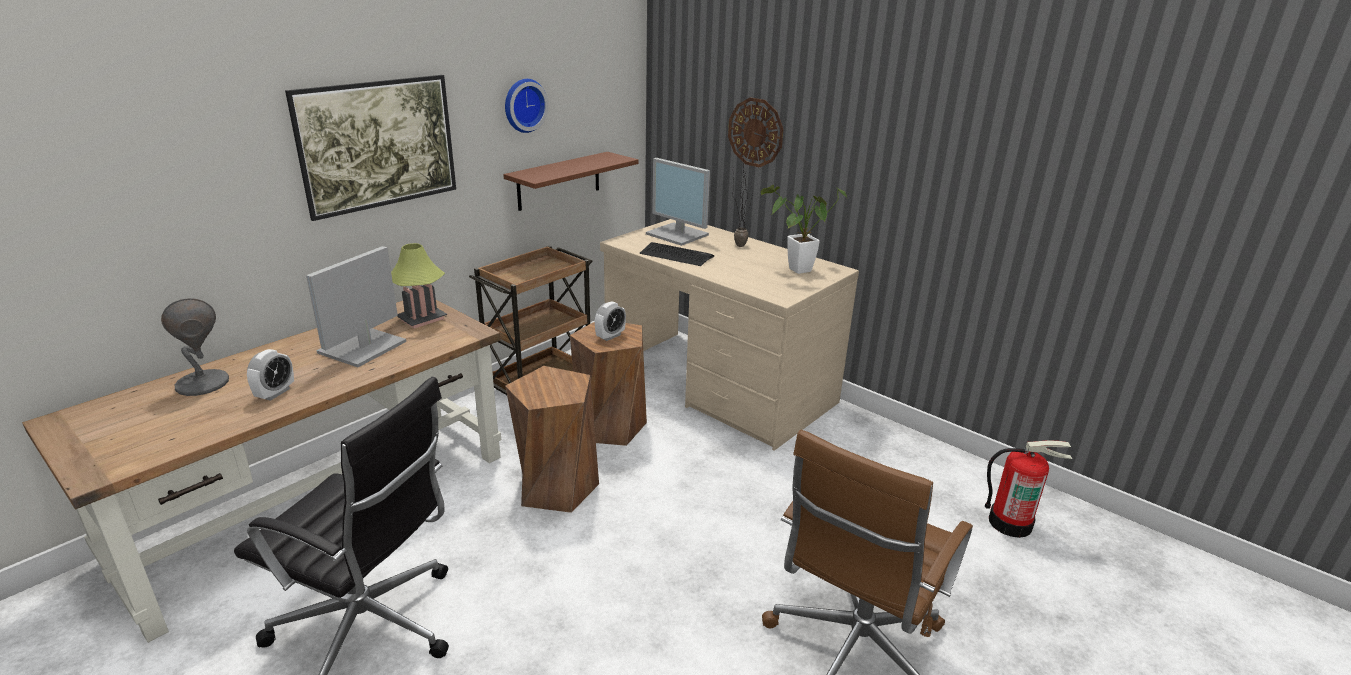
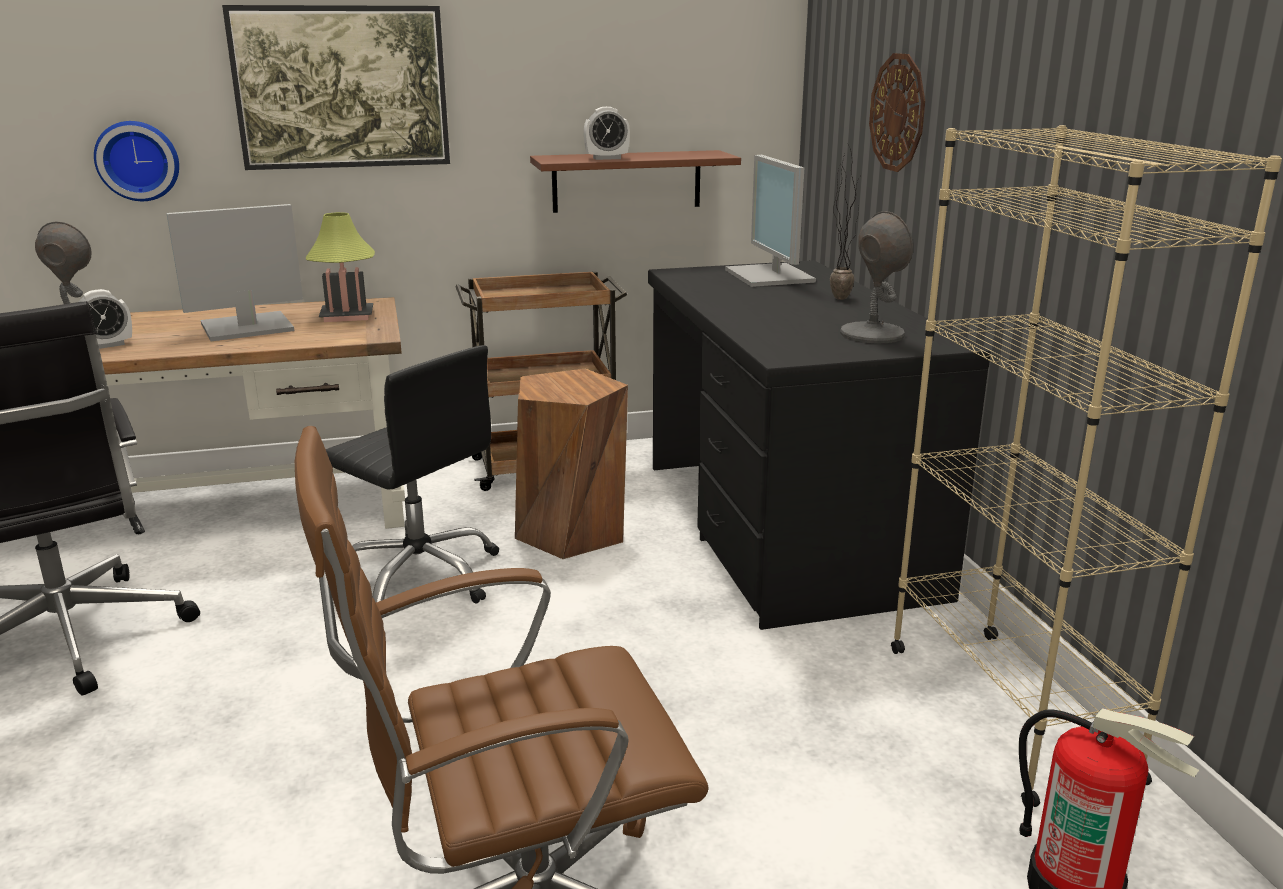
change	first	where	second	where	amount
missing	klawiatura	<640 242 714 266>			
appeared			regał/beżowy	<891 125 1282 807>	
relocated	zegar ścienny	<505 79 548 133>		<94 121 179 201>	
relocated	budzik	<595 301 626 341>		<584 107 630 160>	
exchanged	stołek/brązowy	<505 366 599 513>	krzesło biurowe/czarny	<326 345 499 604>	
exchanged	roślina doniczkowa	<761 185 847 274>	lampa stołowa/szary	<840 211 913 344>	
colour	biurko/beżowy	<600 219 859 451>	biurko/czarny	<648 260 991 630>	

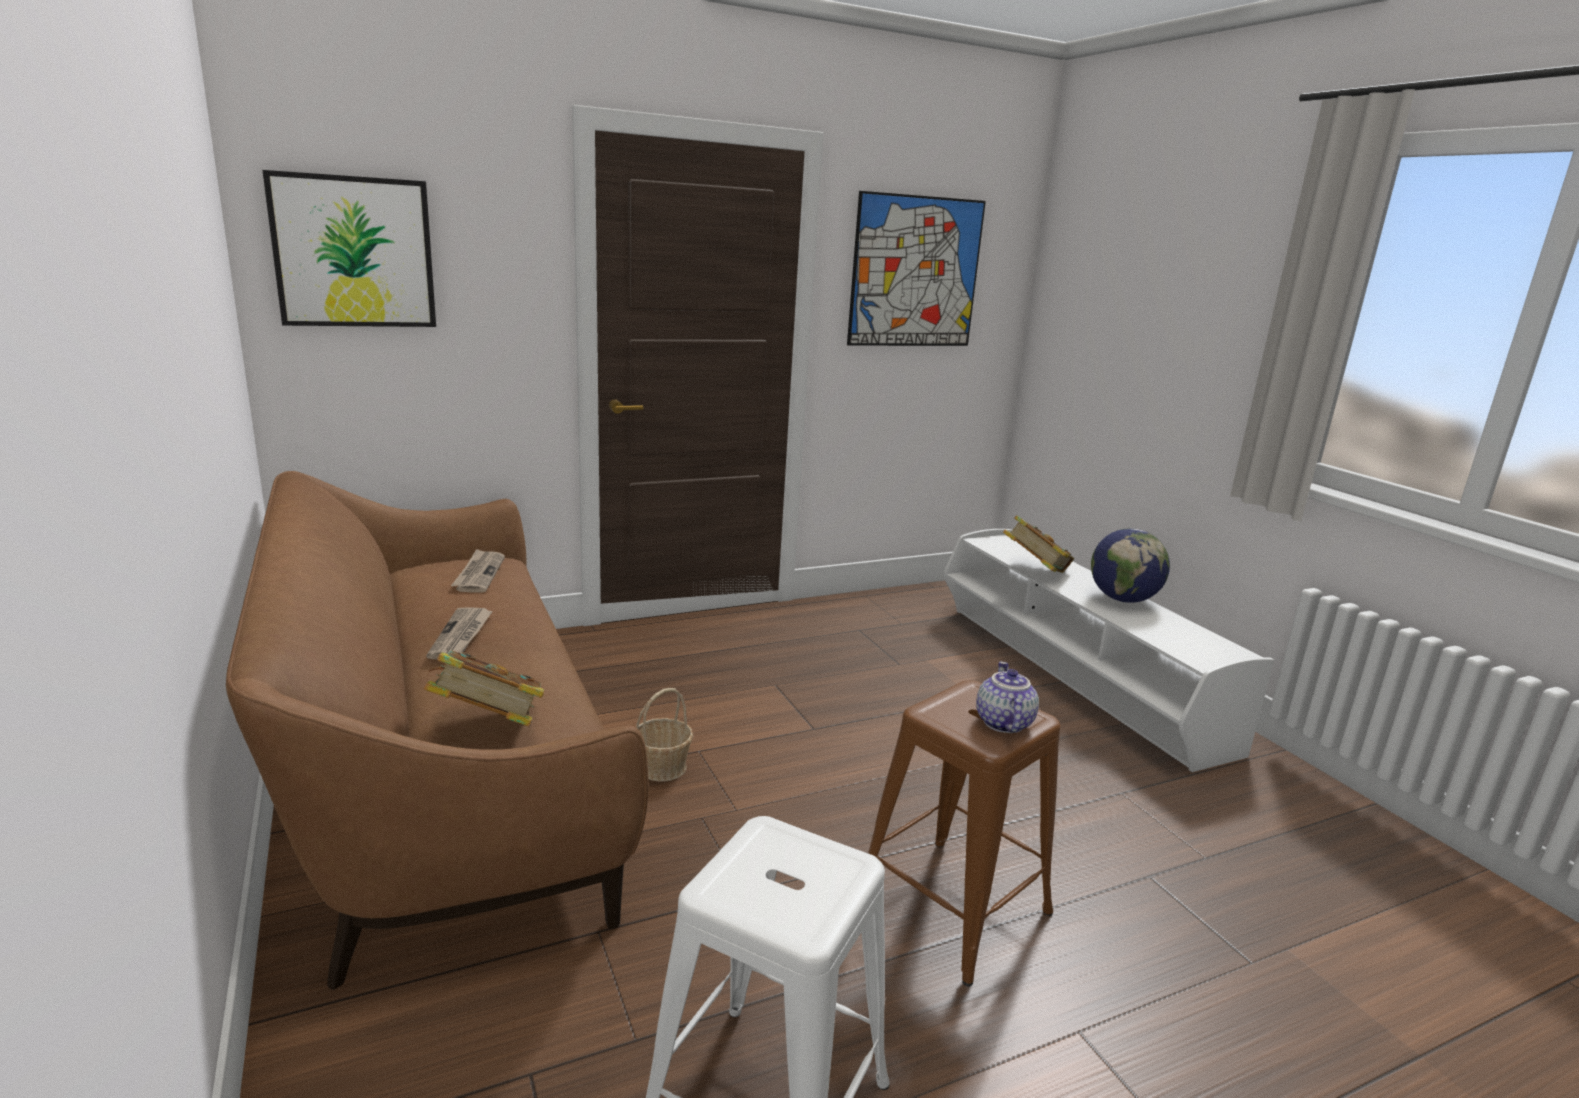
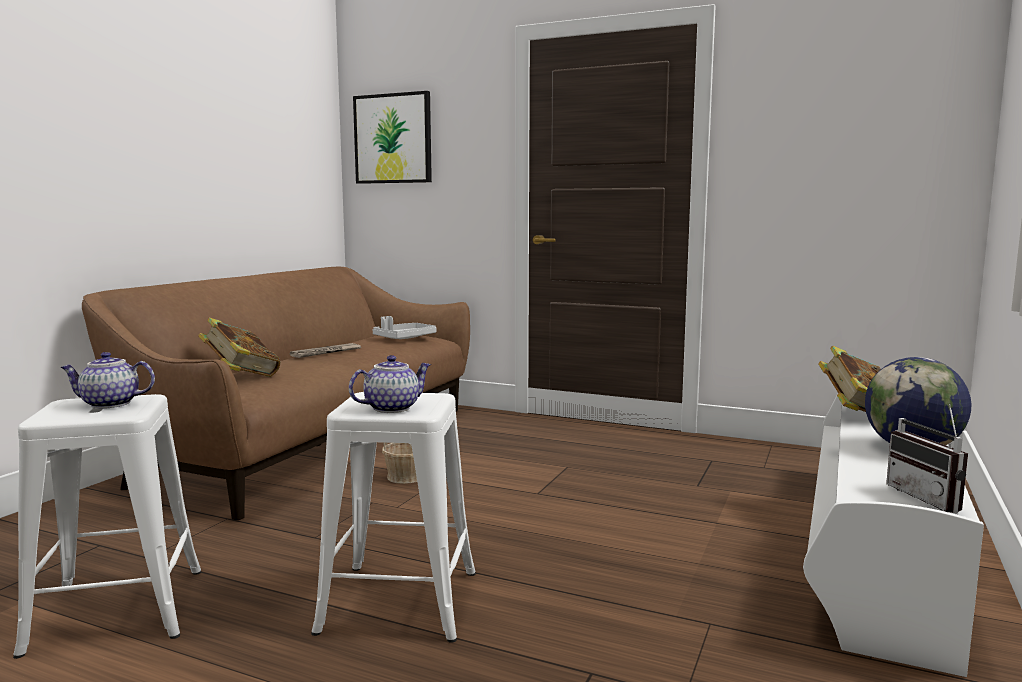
change	first	where	second	where	amount
missing	obraz	<847 191 986 346>			
appeared			imbryk	<60 352 155 409>	
appeared			radio	<886 404 968 513>	
exchanged	gazeta	<451 549 505 593>	taca/szary	<372 316 437 339>	
colour	stołek/brązowy	<868 680 1061 987>	stołek/biały	<311 392 476 643>	

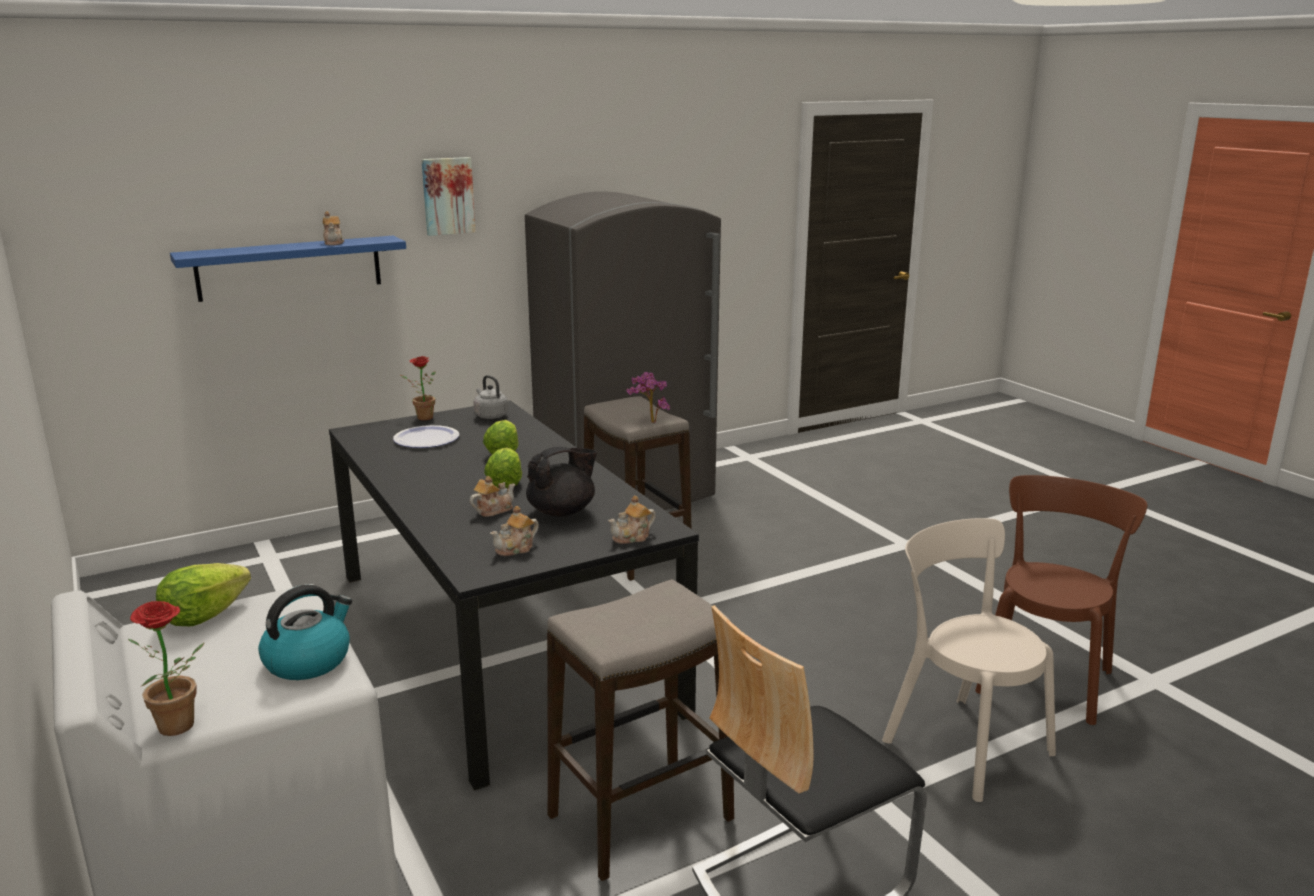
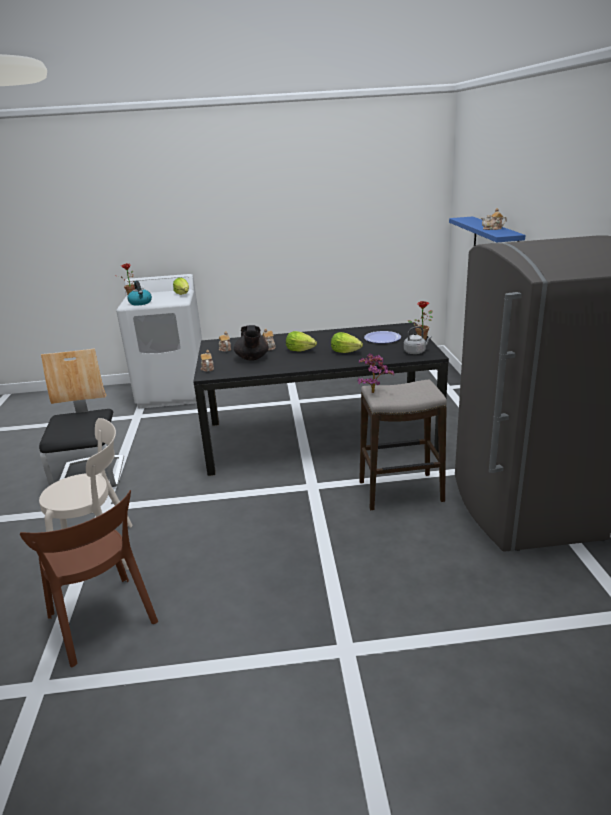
change	first	where	second	where	amount
missing	obraz	<421 157 476 236>			
missing	stołek	<547 579 734 881>			

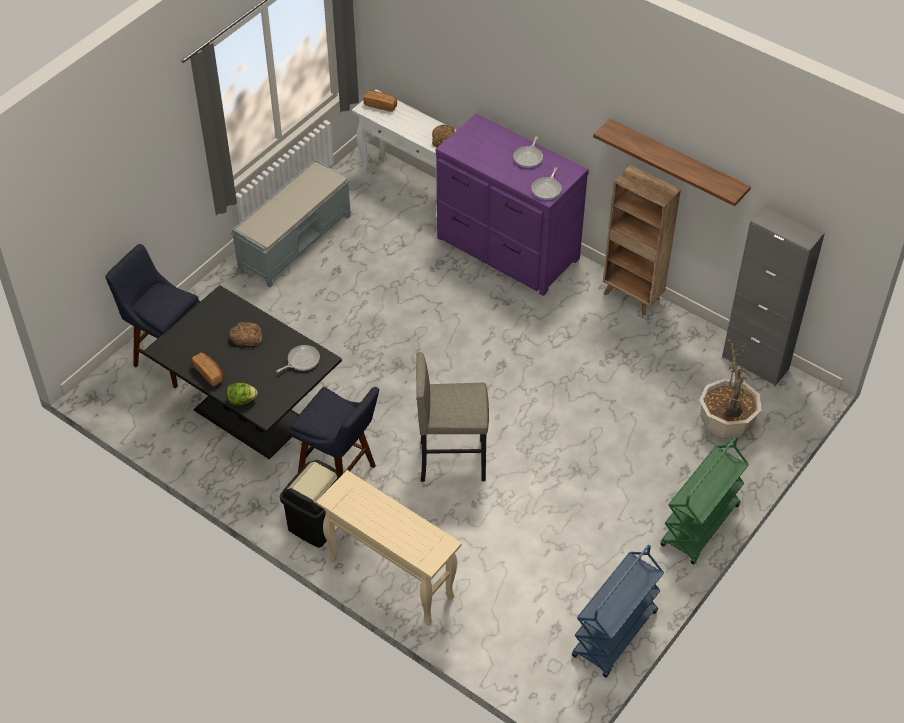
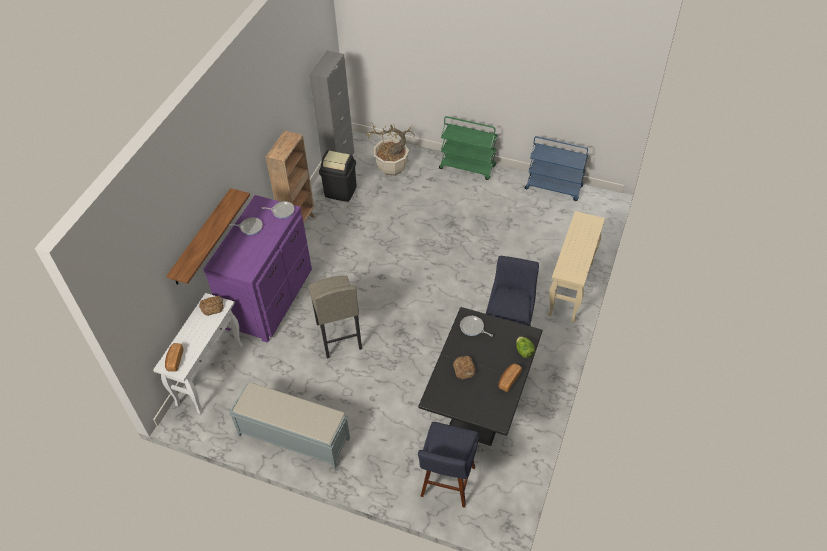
change	first	where	second	where	amount
relocated	kosz na śmieci/czarny	<280 460 340 548>		<319 150 357 202>	
relocated	stołek/szary	<416 352 489 482>		<308 276 362 359>	
relocated	półka	<593 119 751 206>		<167 188 250 285>	

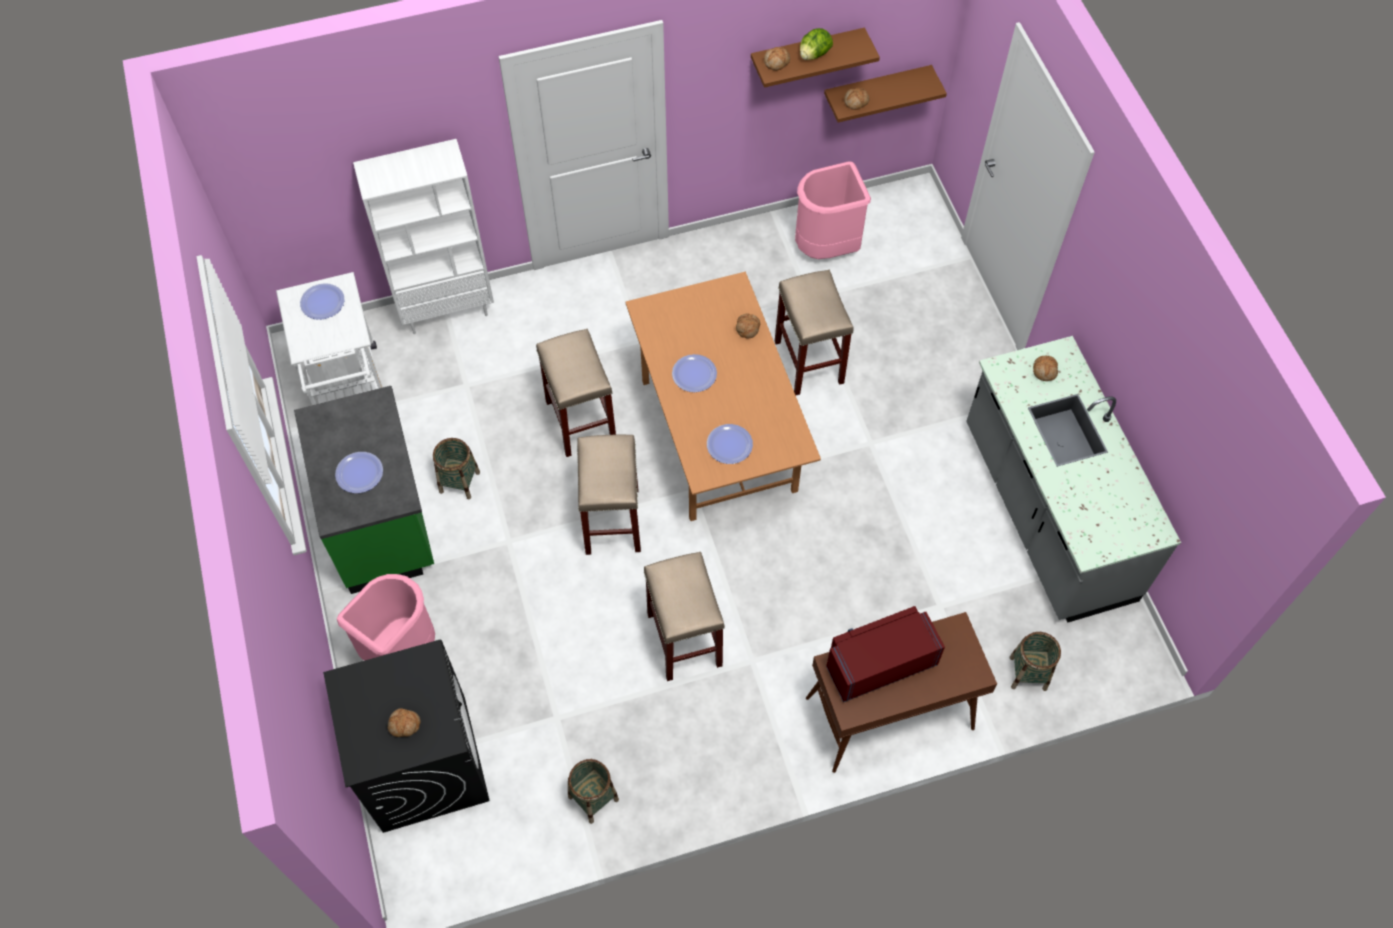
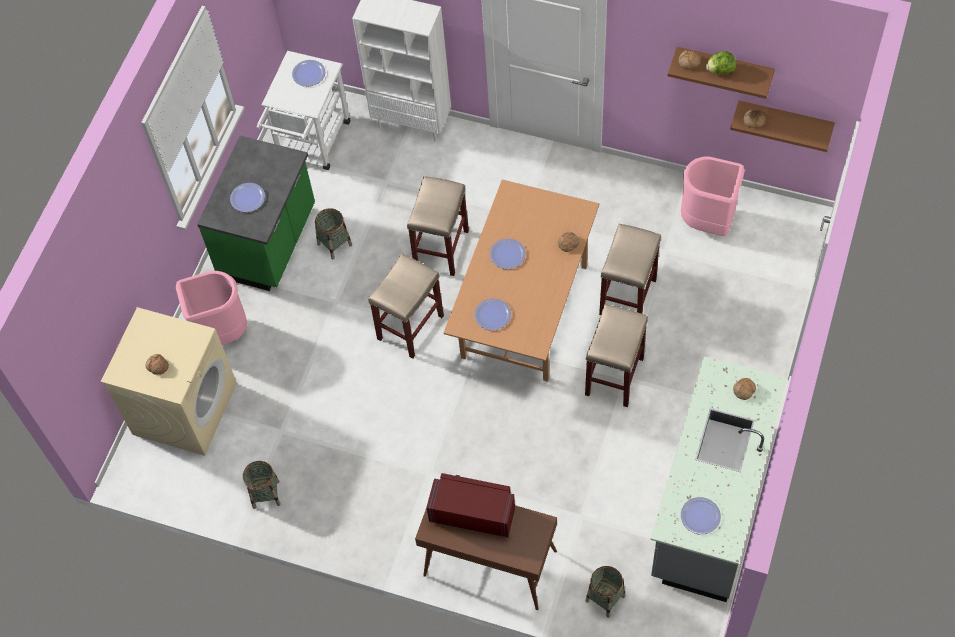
change	first	where	second	where	amount
appeared			talerz	<681 497 721 535>	
relocated	stołek/beżowy	<644 552 725 681>		<585 304 648 407>	
colour	pralka/czarny	<323 640 490 833>	pralka/beżowy	<101 307 237 456>	

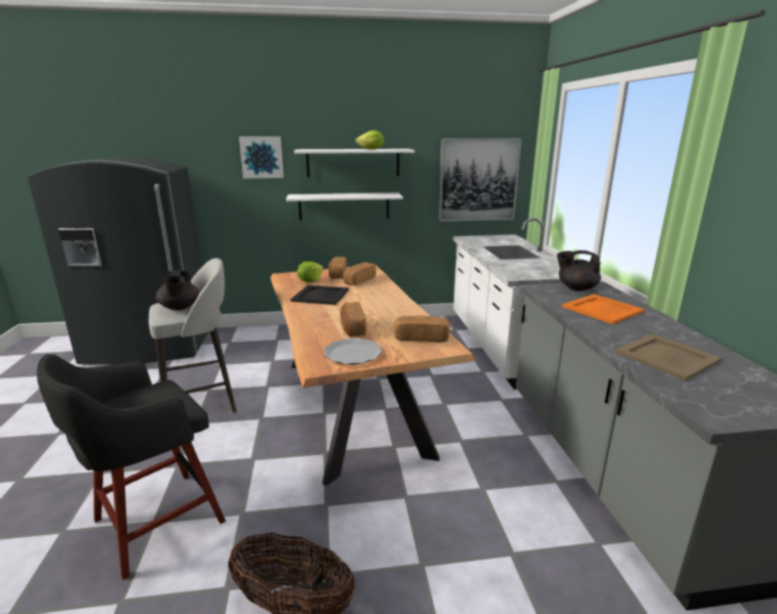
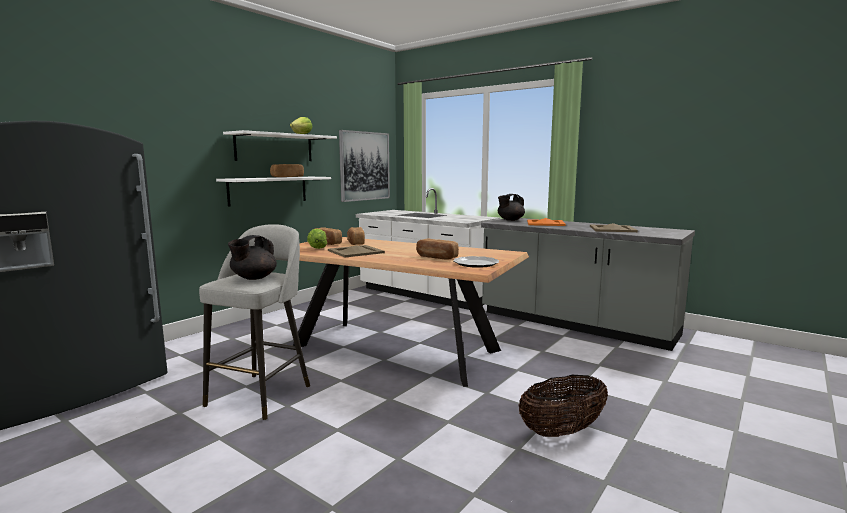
change	first	where	second	where	amount
missing	stołek/czarny	<37 354 226 580>			
missing	obraz	<239 136 284 179>			
relocated	chleb	<394 316 450 343>		<270 164 304 177>	
colour	taca/czarny	<290 285 349 305>	taca/beżowy	<328 245 385 257>	
spun	imbryk/czarny	<156 270 199 310>		<228 235 277 280>	90 degrees clockwise

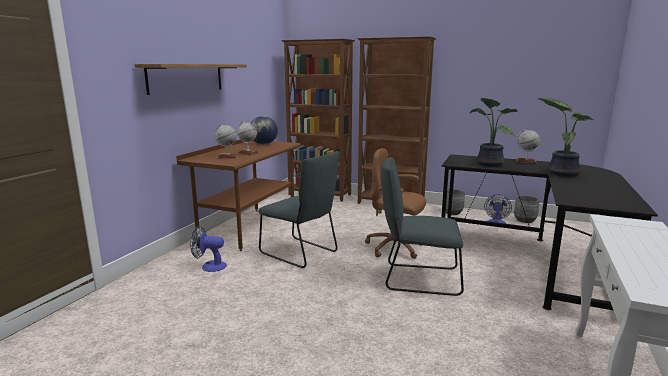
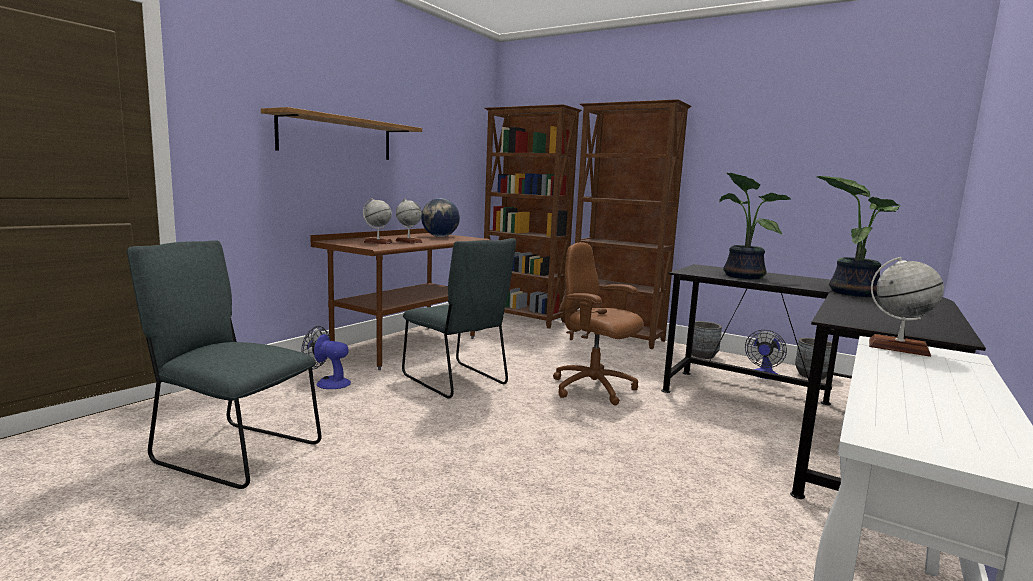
change	first	where	second	where	amount
relocated	krzesło/szary	<381 157 464 296>		<127 240 322 489>	
relocated	globus	<516 129 540 164>		<869 257 944 357>	

